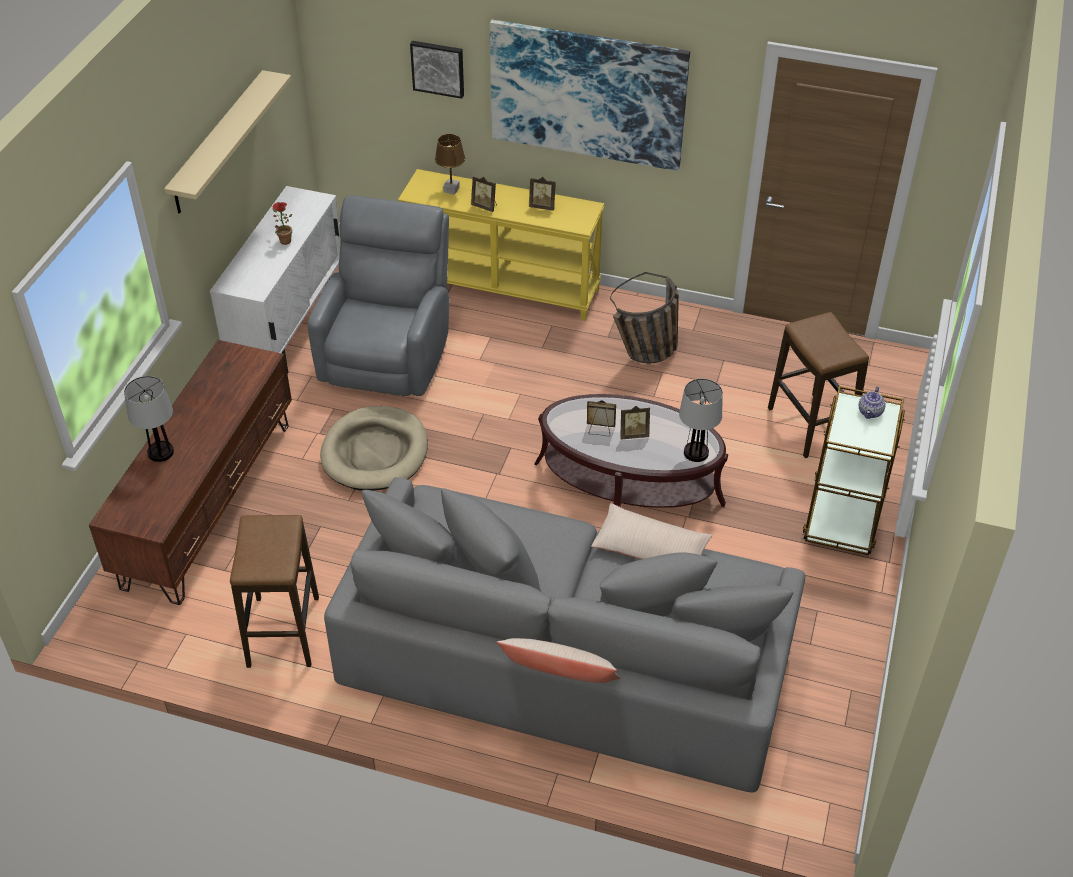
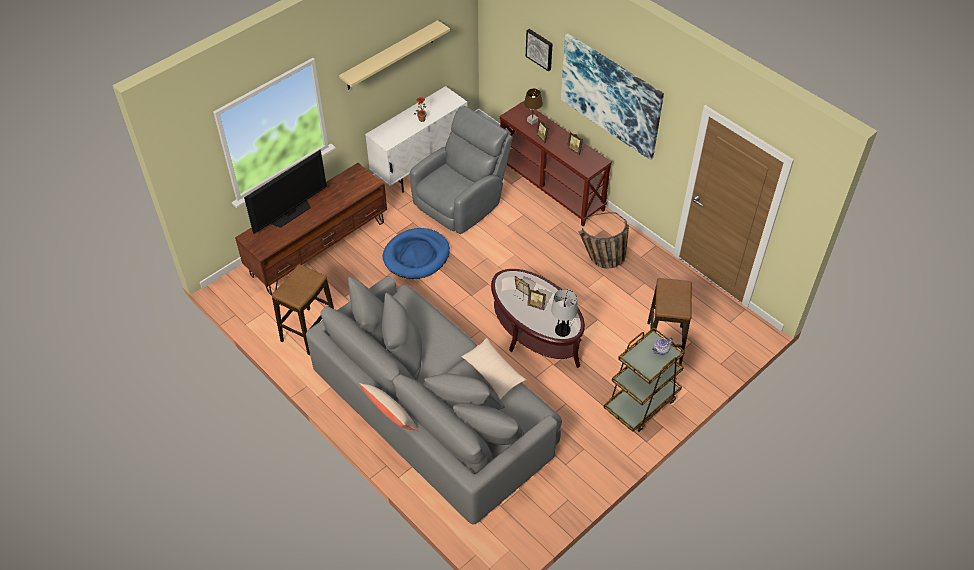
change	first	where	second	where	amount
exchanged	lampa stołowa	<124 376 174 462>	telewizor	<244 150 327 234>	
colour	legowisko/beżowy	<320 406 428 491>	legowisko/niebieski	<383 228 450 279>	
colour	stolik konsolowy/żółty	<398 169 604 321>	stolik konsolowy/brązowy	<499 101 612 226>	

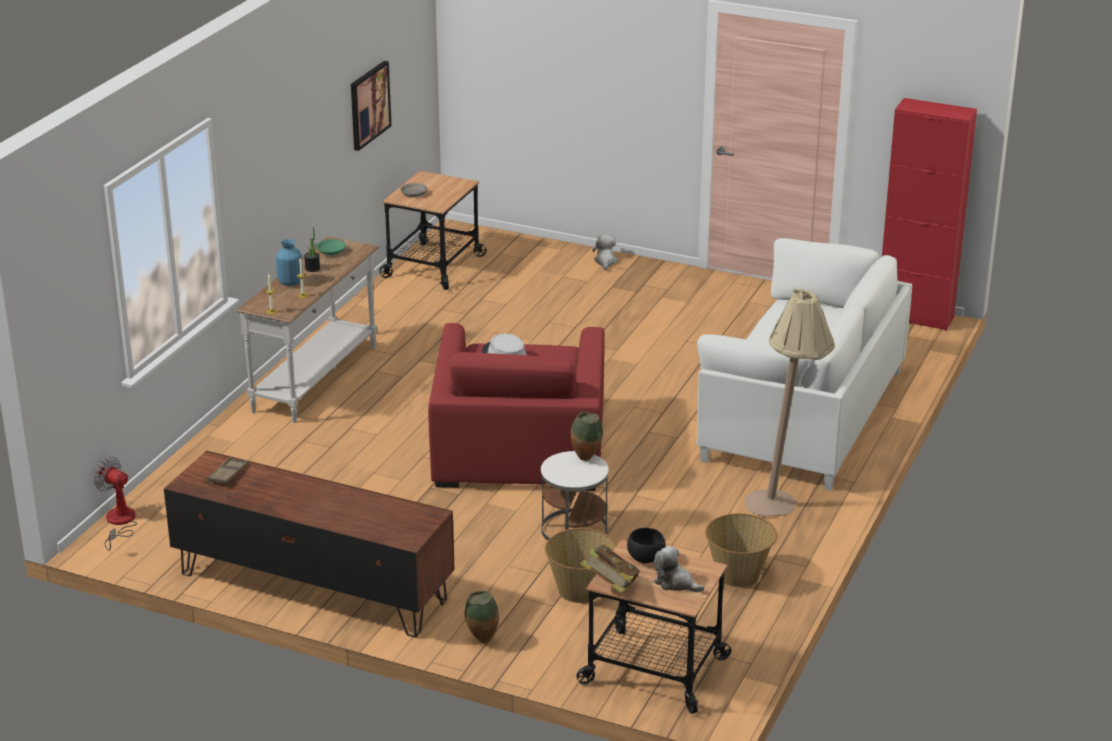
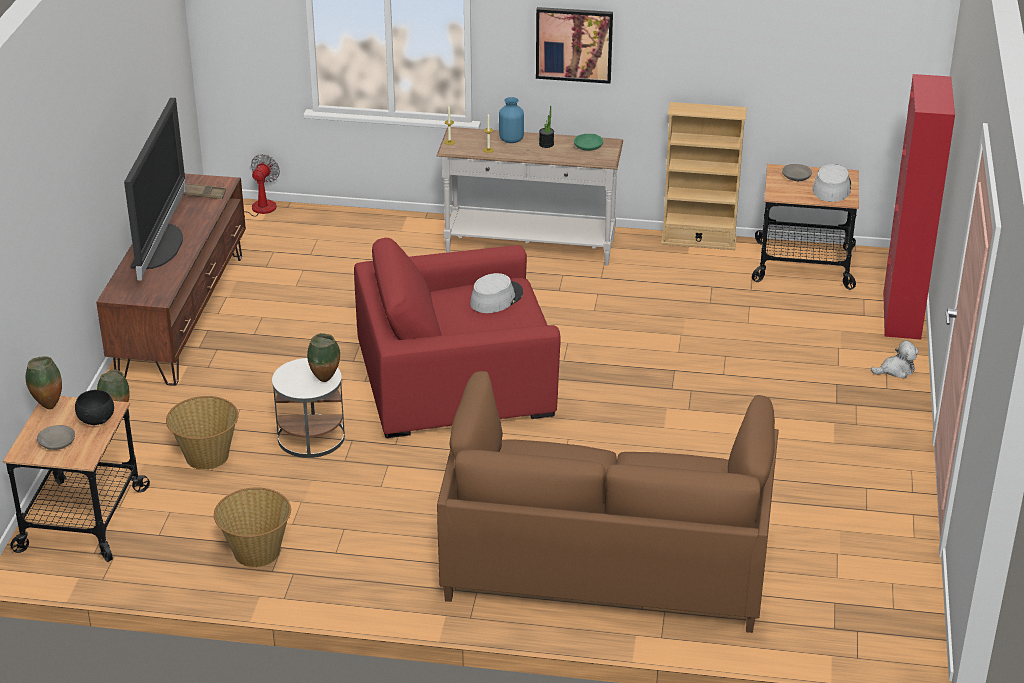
change	first	where	second	where	amount
missing	lampa stojąca/beżowy	<745 288 835 516>			
appeared			telewizor	<124 98 185 281>	
appeared			regał/beżowy	<661 102 747 250>	
appeared			kapelusz/szary	<812 164 851 202>	
relocated	obraz	<351 61 391 151>		<536 7 613 84>	
relocated	szafka/czerwony	<882 98 977 331>		<883 74 955 339>	
exchanged	książka	<580 544 640 593>	wazon	<26 356 62 409>	
exchanged	pluszak	<653 546 704 592>	miska/szary	<37 425 75 450>	
colour	kanapa/biały	<697 238 912 491>	kanapa/brązowy	<437 371 779 633>	

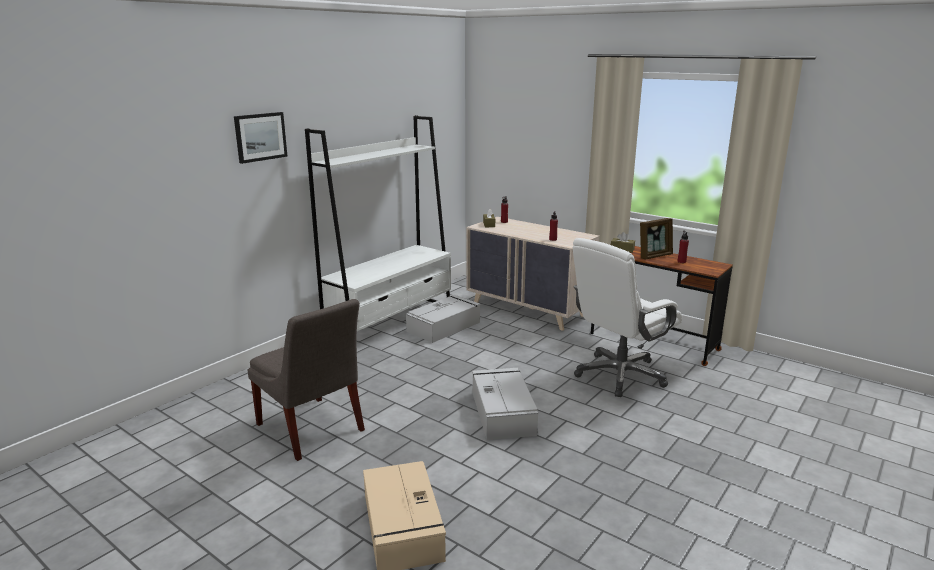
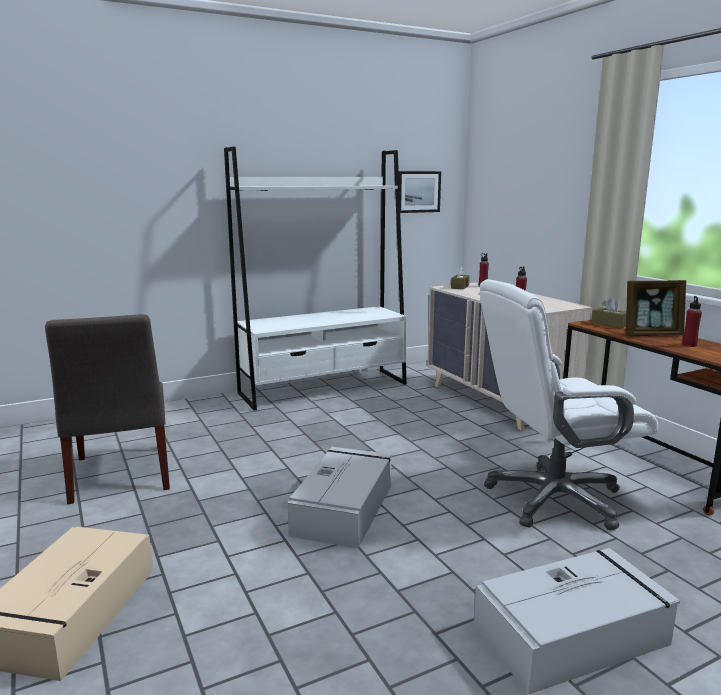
change	first	where	second	where	amount
relocated	obraz	<234 112 288 164>		<399 171 441 213>	
relocated	pojemnik do przechowywania/szary	<406 295 481 343>		<474 548 680 694>	

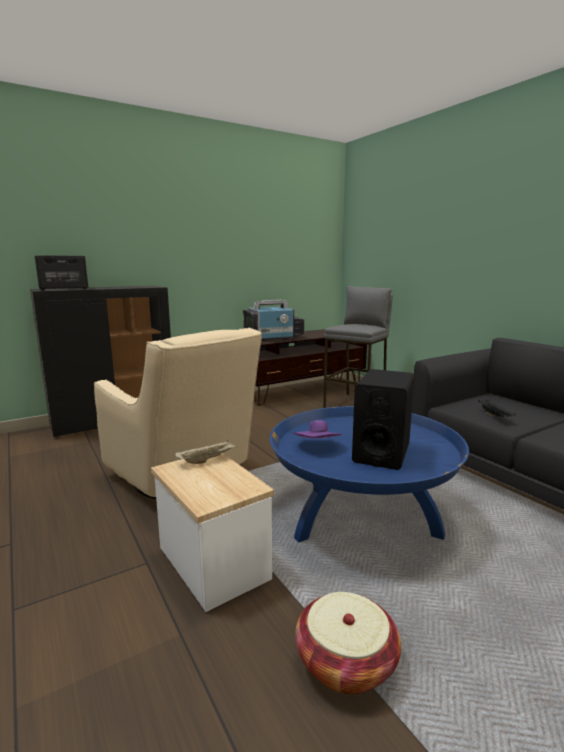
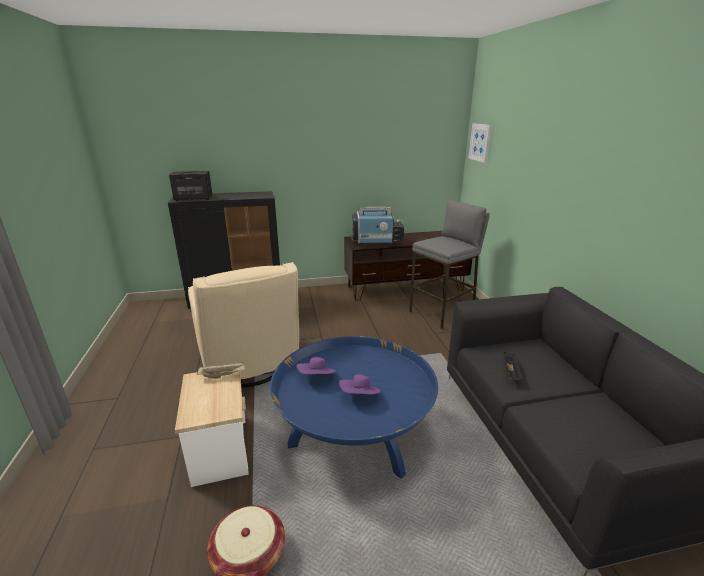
change	first	where	second	where	amount
appeared			obraz	<468 124 492 163>	
exchanged	głośnik/czarny	<352 369 414 470>	kapelusz/fioletowy	<339 375 381 394>	

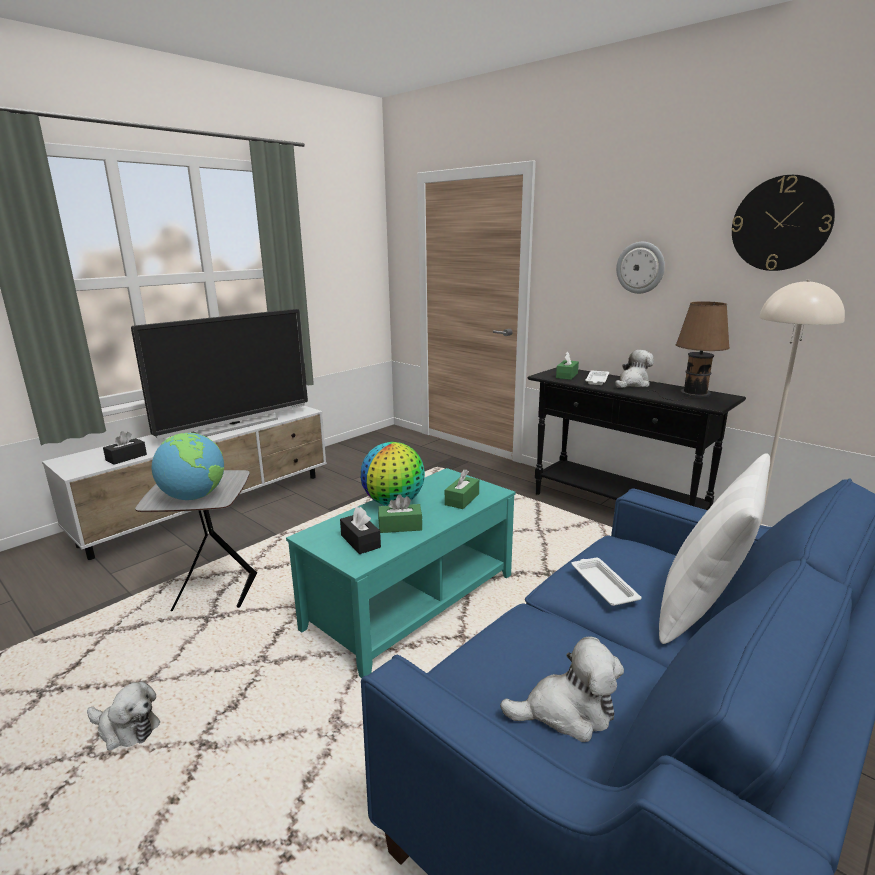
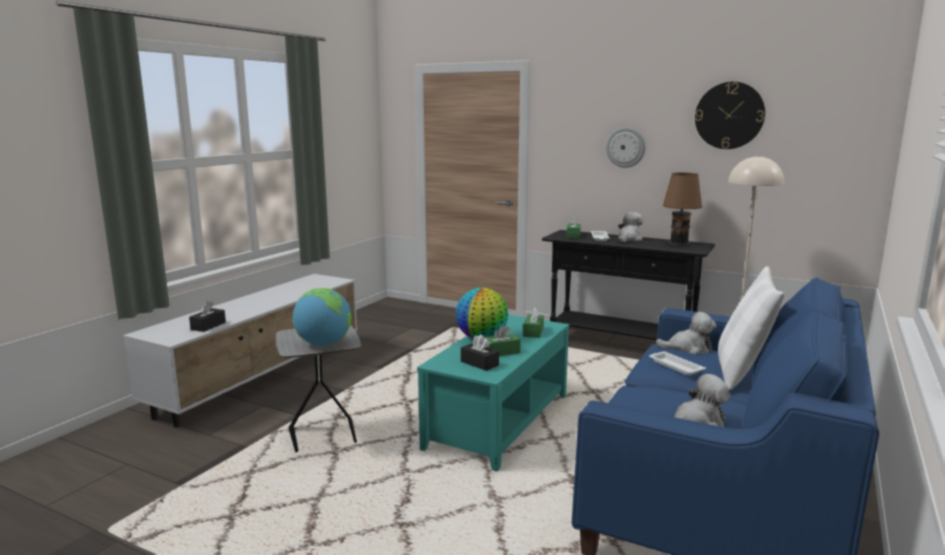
change	first	where	second	where	amount
missing	telewizor	<131 309 308 439>			
relocated	pluszak	<87 681 160 750>		<656 312 717 355>	

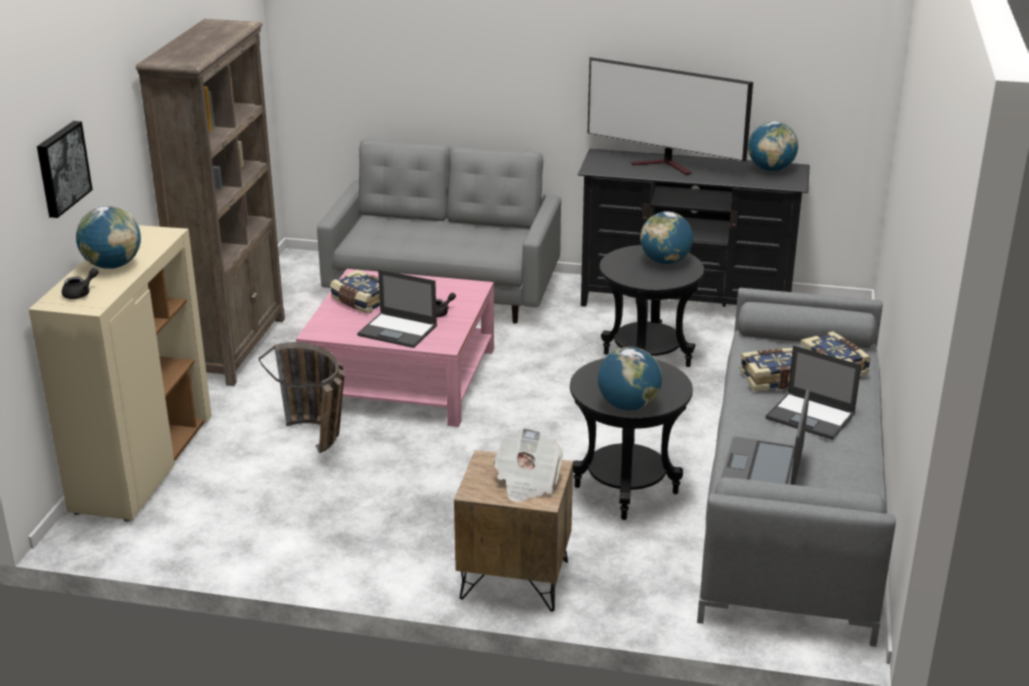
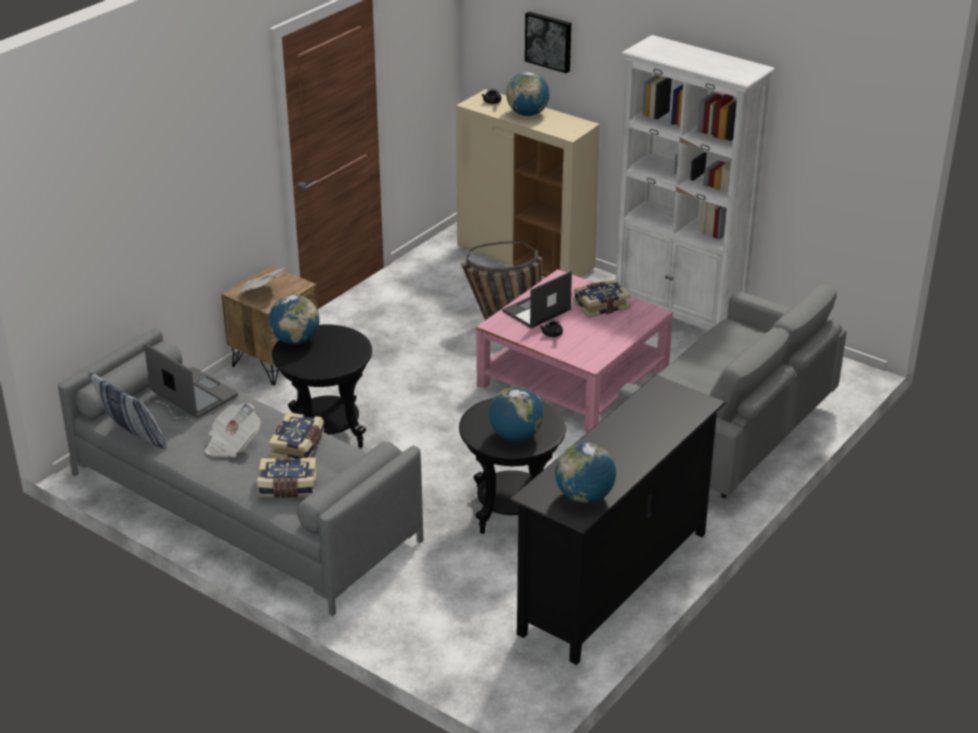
change	first	where	second	where	amount
missing	telewizor	<588 57 753 175>			
appeared			poduszka	<88 372 167 449>	
exchanged	laptop	<765 345 861 440>	gazeta	<205 403 261 458>	
colour	regał/brązowy	<136 19 285 386>	regał/biały	<616 35 775 331>	

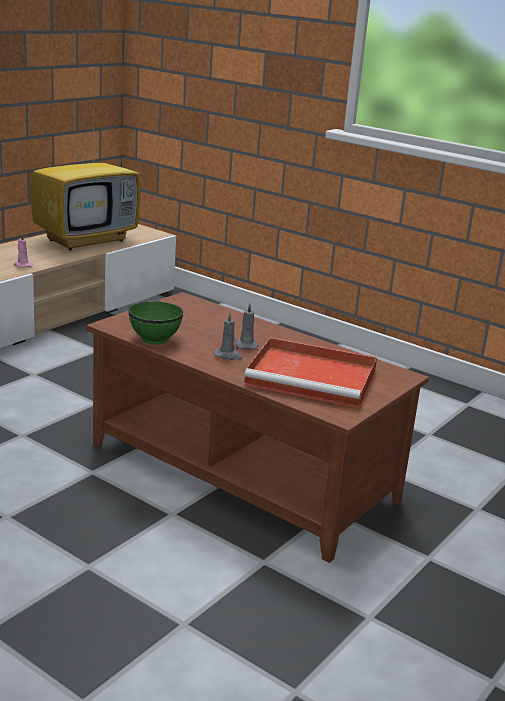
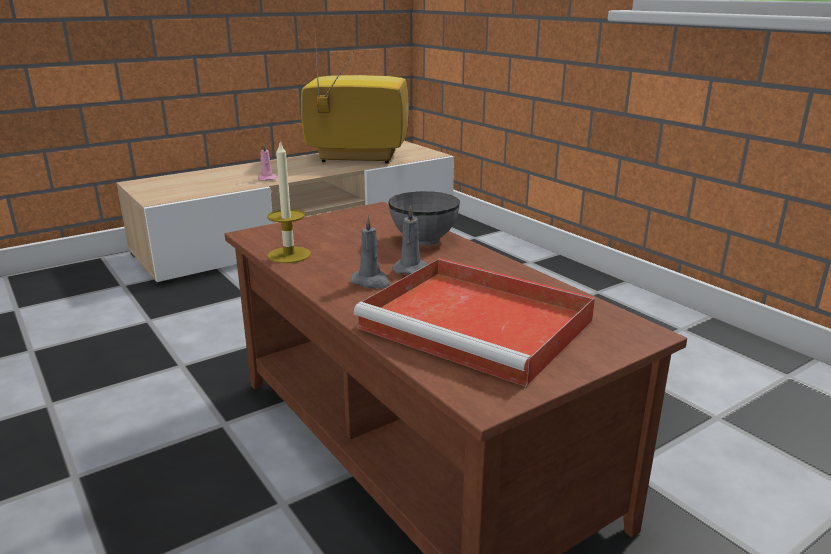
change	first	where	second	where	amount
appeared			miska/szary	<389 191 460 246>	
exchanged	miska/zielony	<128 301 183 345>	świeca	<267 142 311 263>	
spun	telewizor	<31 117 140 250>		<301 36 409 163>	150 degrees counterclockwise

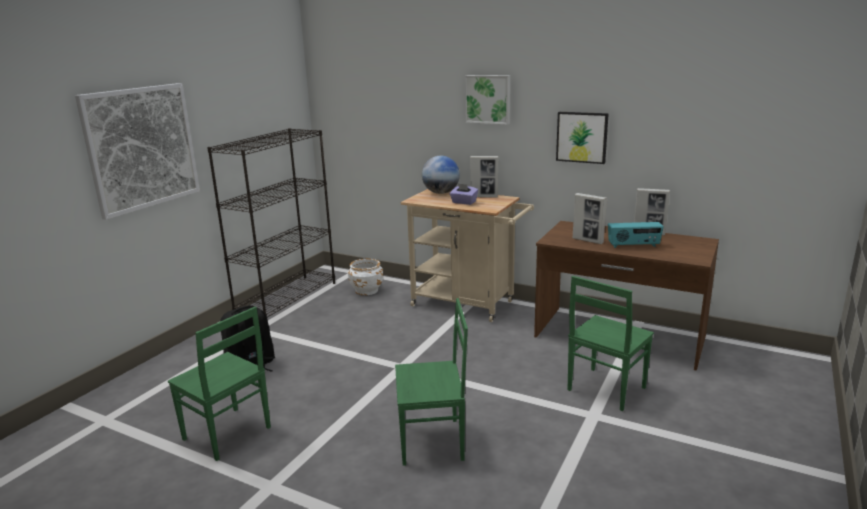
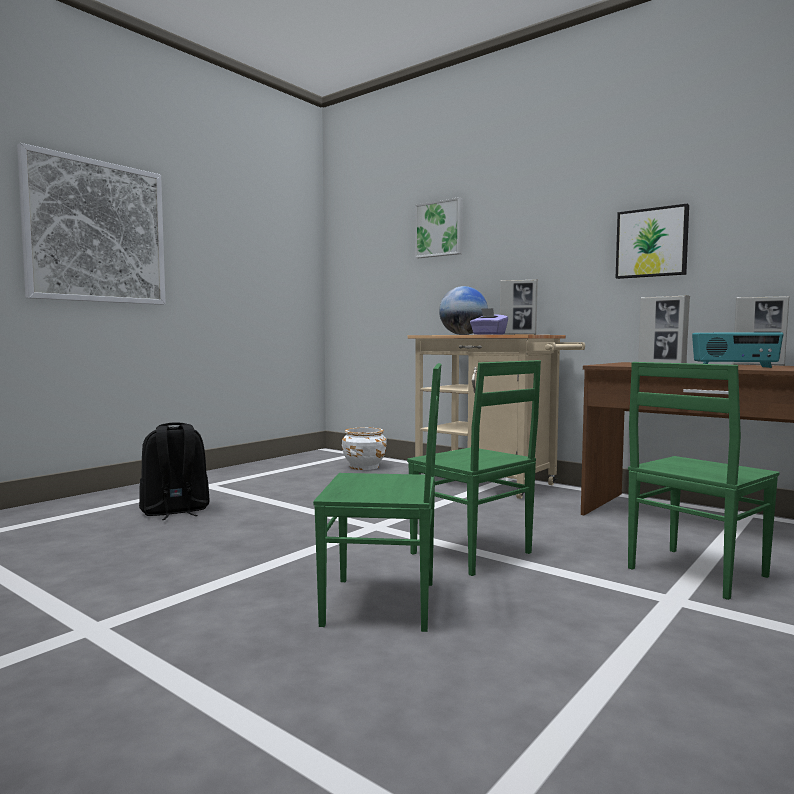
change	first	where	second	where	amount
missing	regał/czarny	<207 128 335 318>			
relocated	krzesło/zielony	<168 306 271 461>		<407 360 541 576>	
relocated	obraz	<465 75 510 125>		<415 197 463 258>	

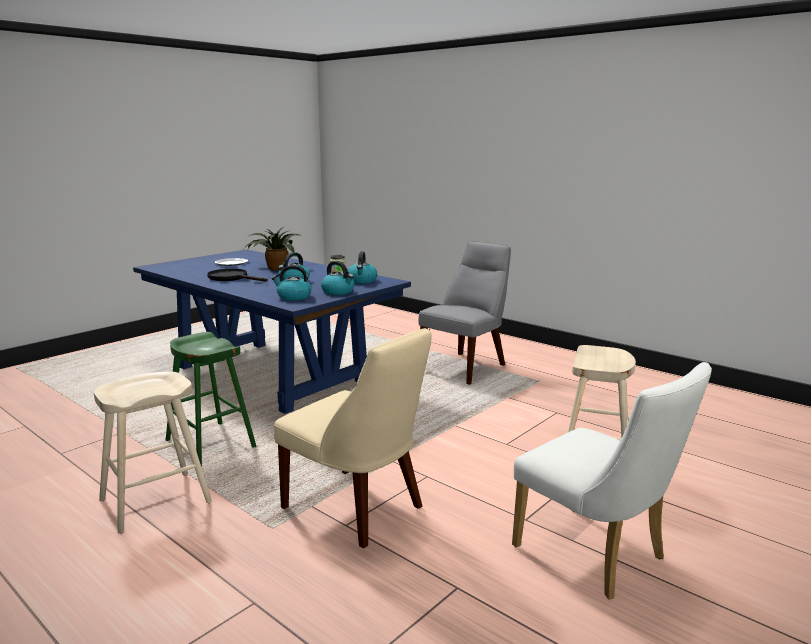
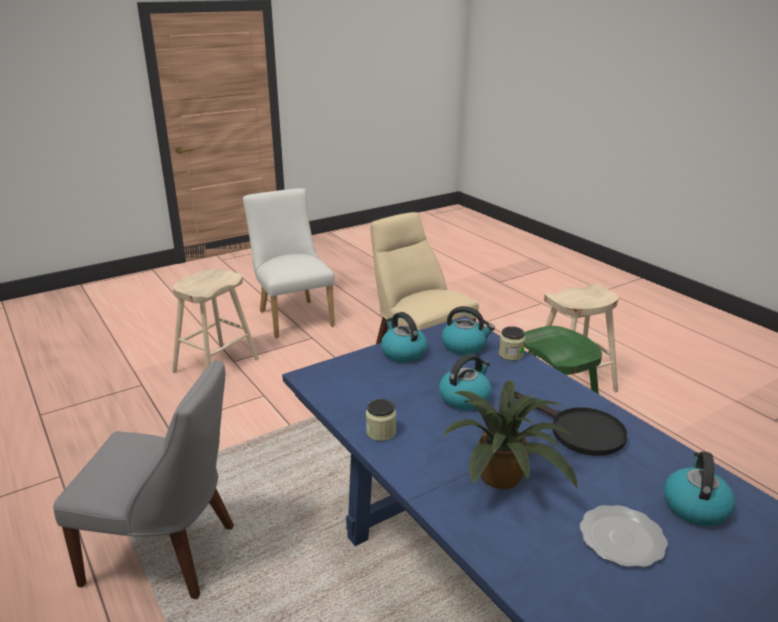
change	first	where	second	where	amount
appeared			słoik	<499 326 525 361>	
relocated	czajnik	<348 252 378 284>		<663 451 735 526>	
spun	krzesło/szary	<418 241 511 385>		<53 360 234 599>	135 degrees counterclockwise

